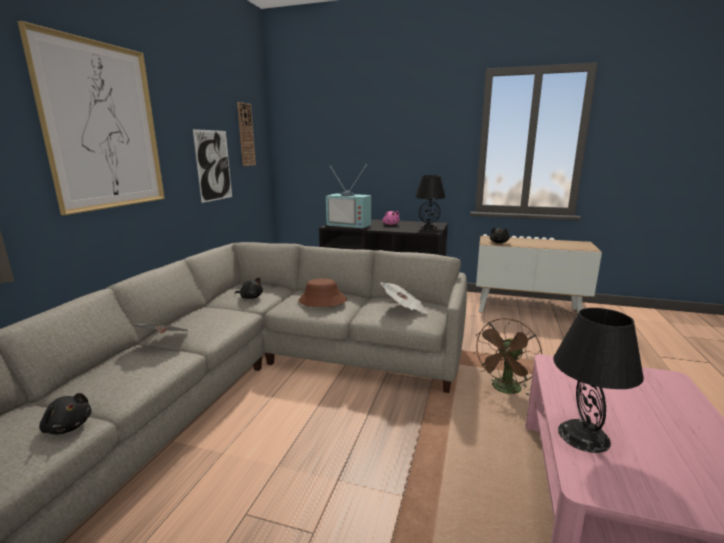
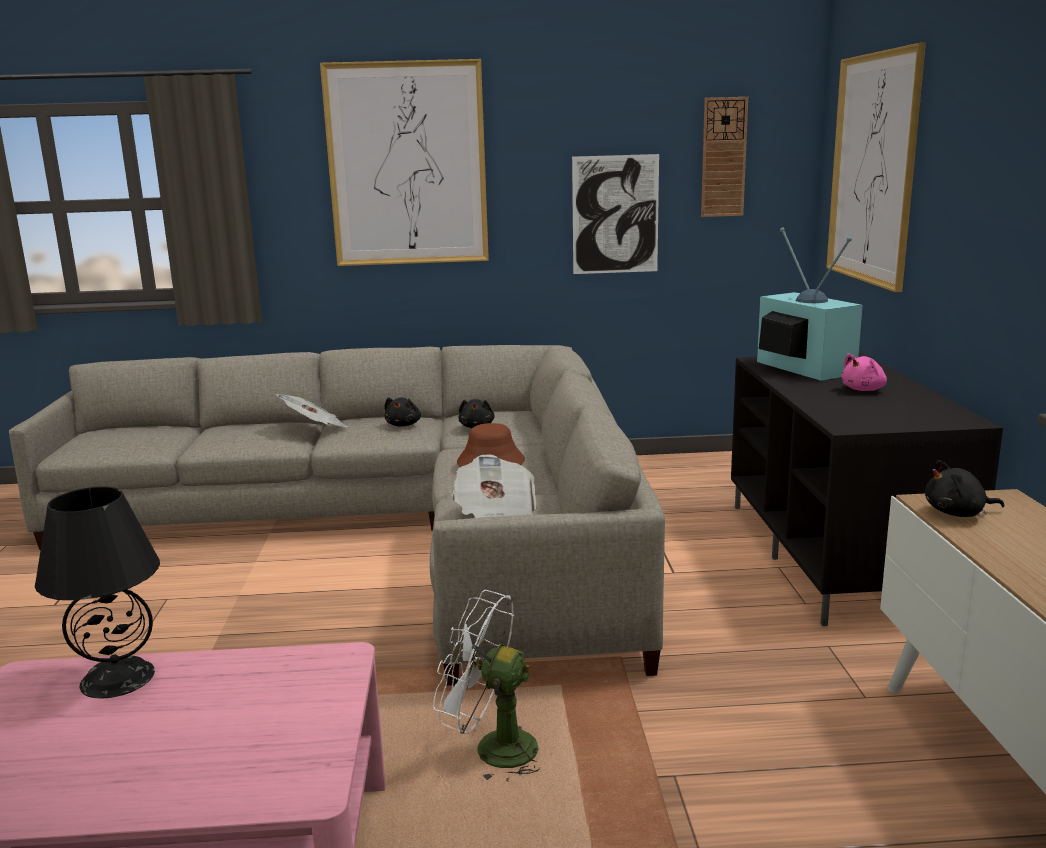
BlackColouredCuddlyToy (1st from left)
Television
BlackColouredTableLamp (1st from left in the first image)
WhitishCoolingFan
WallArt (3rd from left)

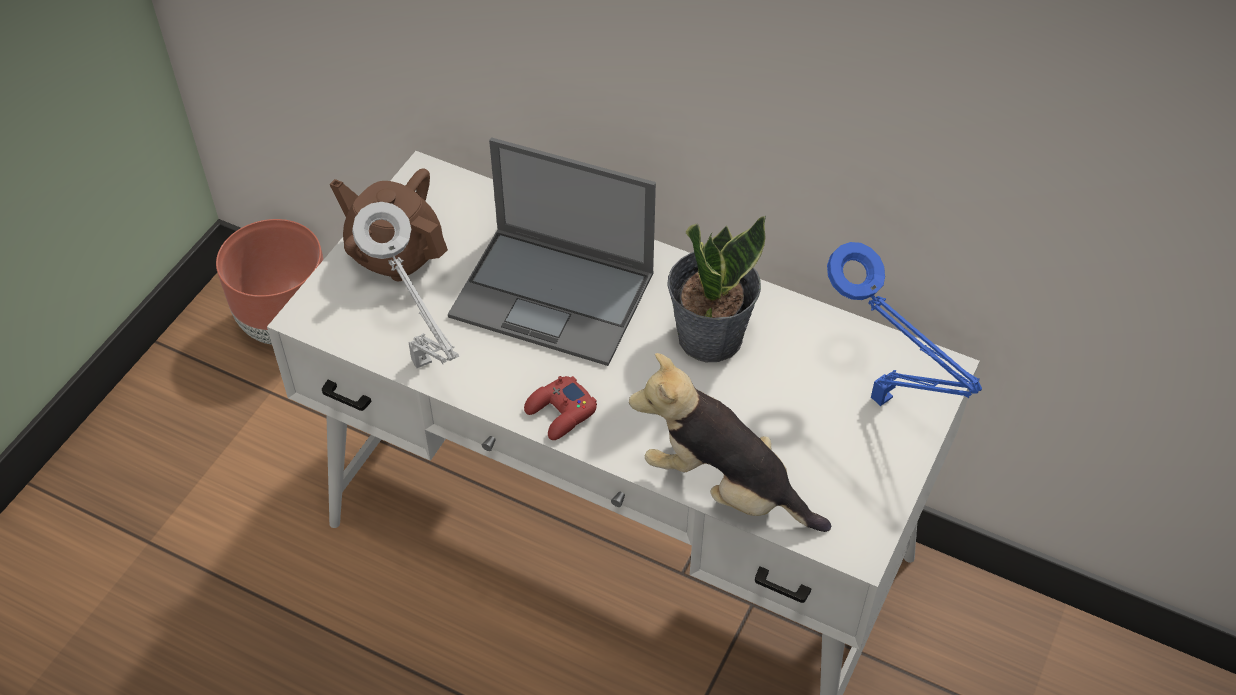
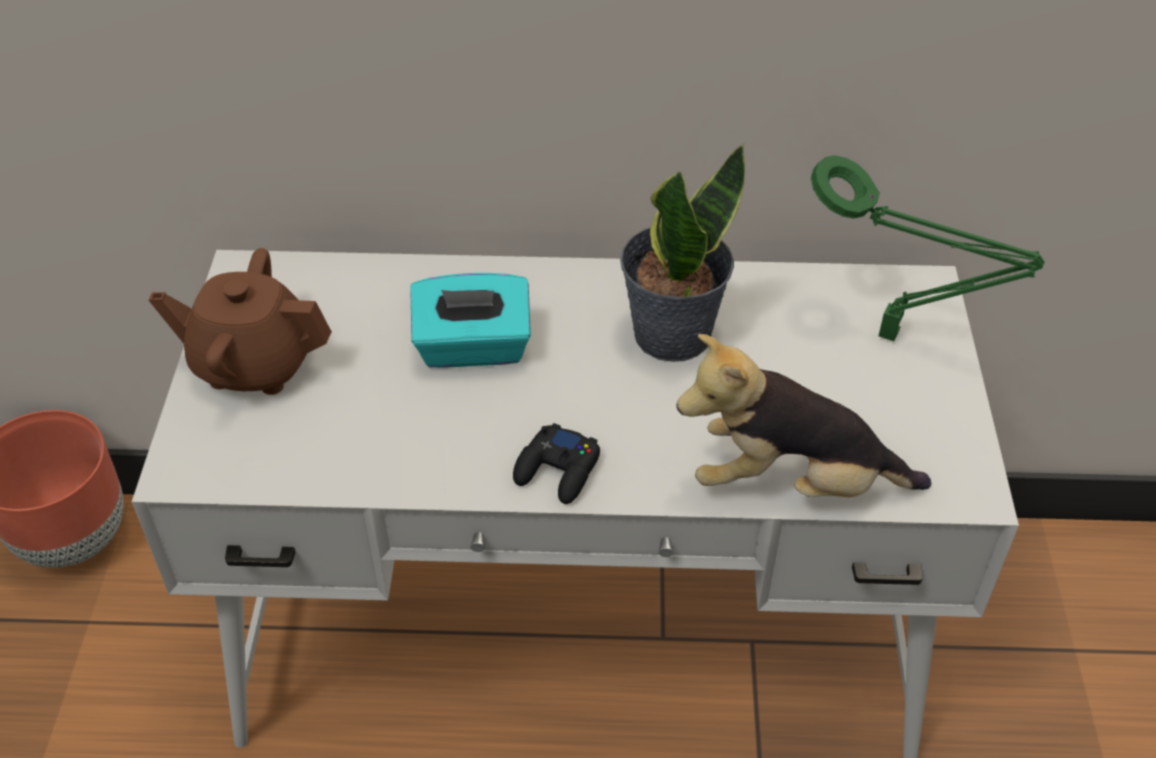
GrayTableLamp
BlueGreenBoxOfTissues
BlackColouredJoypad
GreenTableLamp

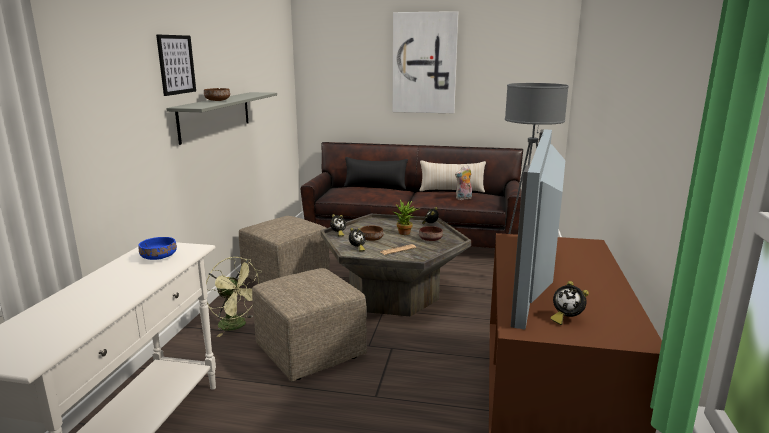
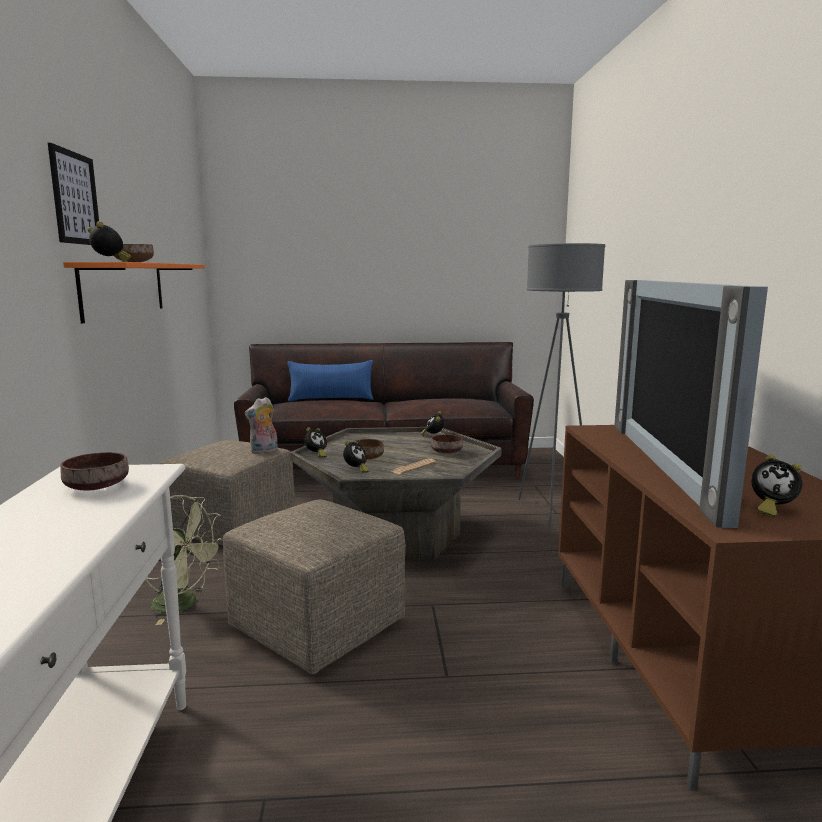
BrownishServingBowl (1st from left)
OrangeBracketShelf
BluishThrowPillow
WallArt (2nd from left in the first image)
Houseplant
BeigeColouredThrowPillow
CuddlyToy
TableClock (1st from left)

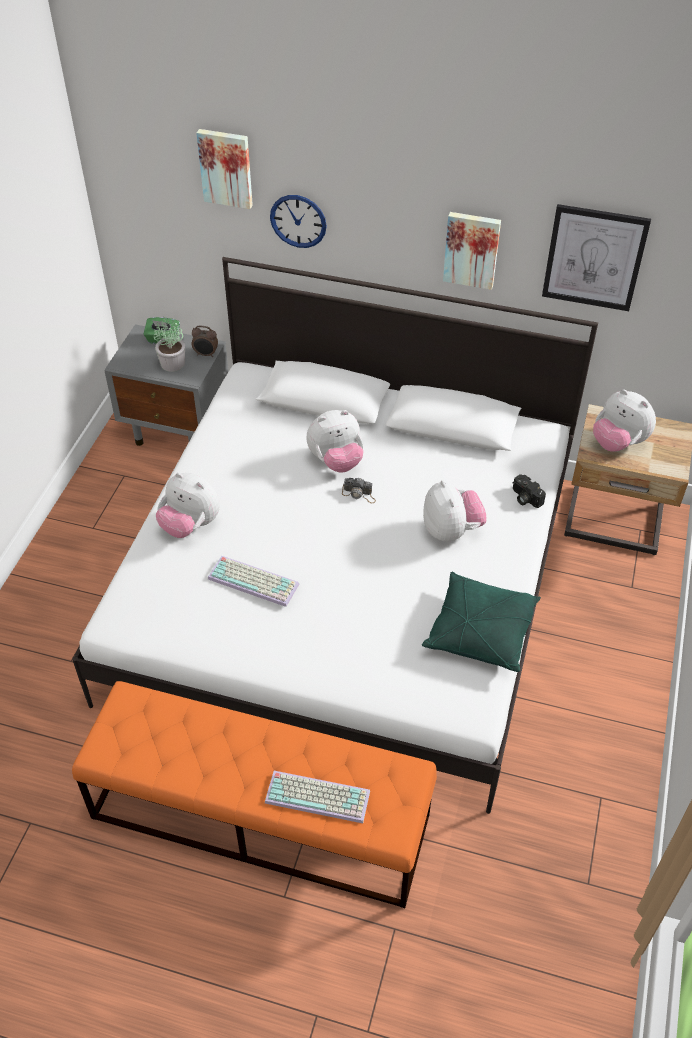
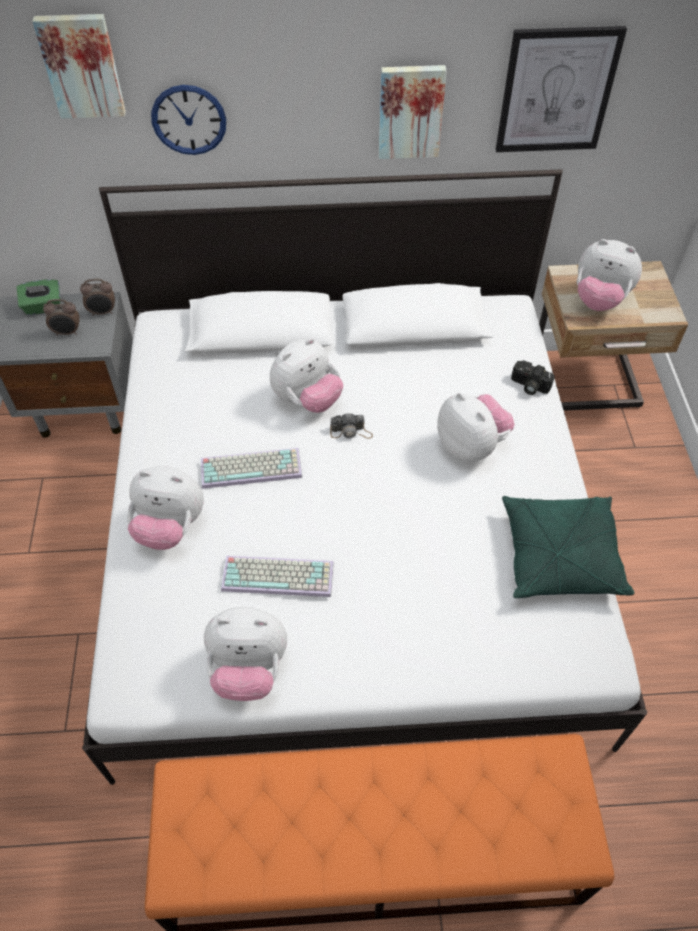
TableClock (1st from left)
Keyboard (1st from left)
CuddlyToy (2nd from left)

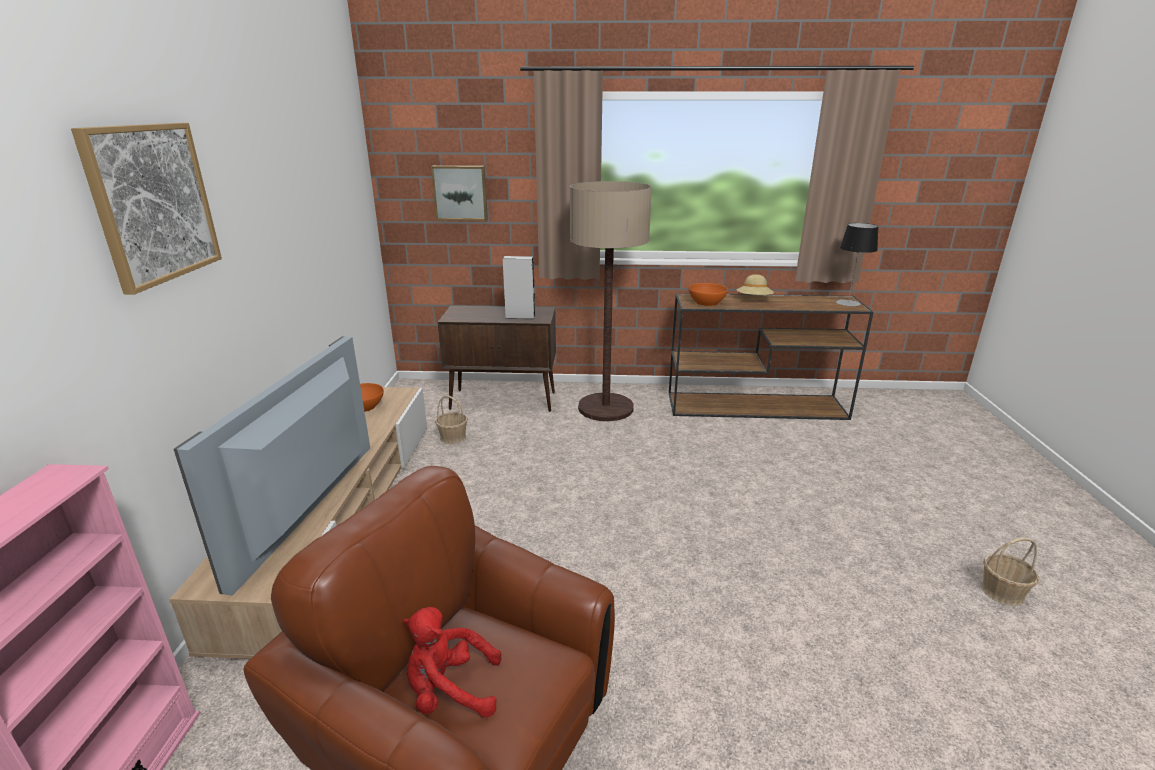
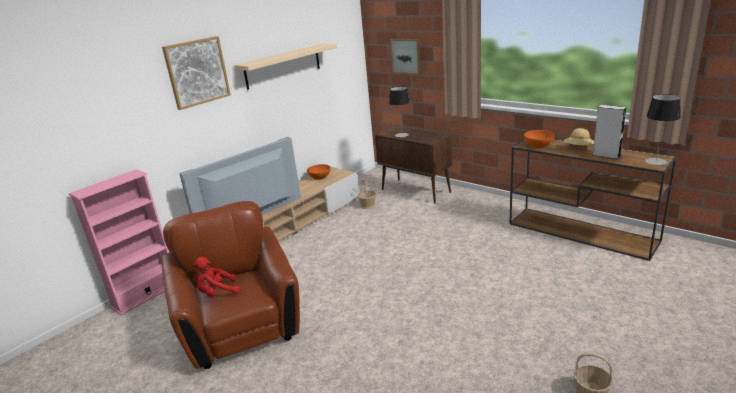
ReddishCuddlyToy
GrayLoudspeaker
StandardLamp
BeigeColouredBracketShelf
TableLamp (1st from left)

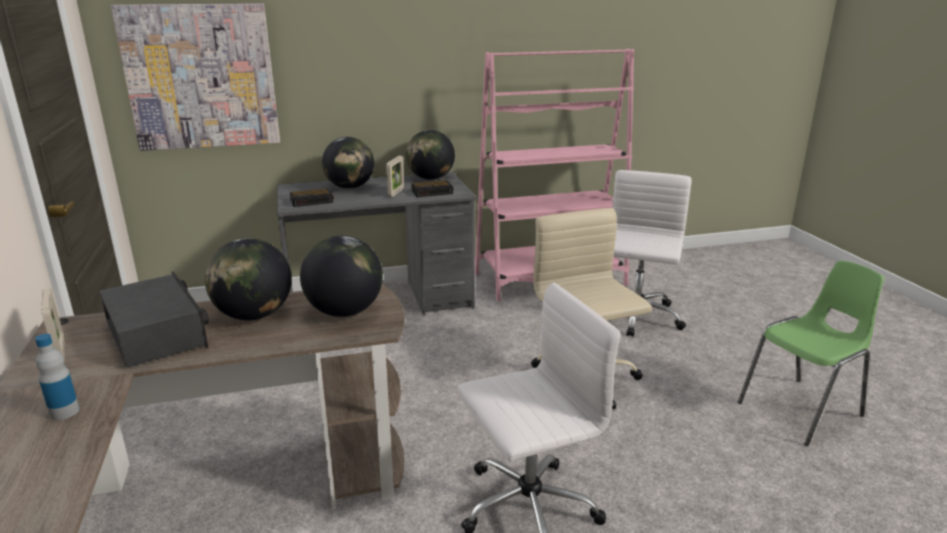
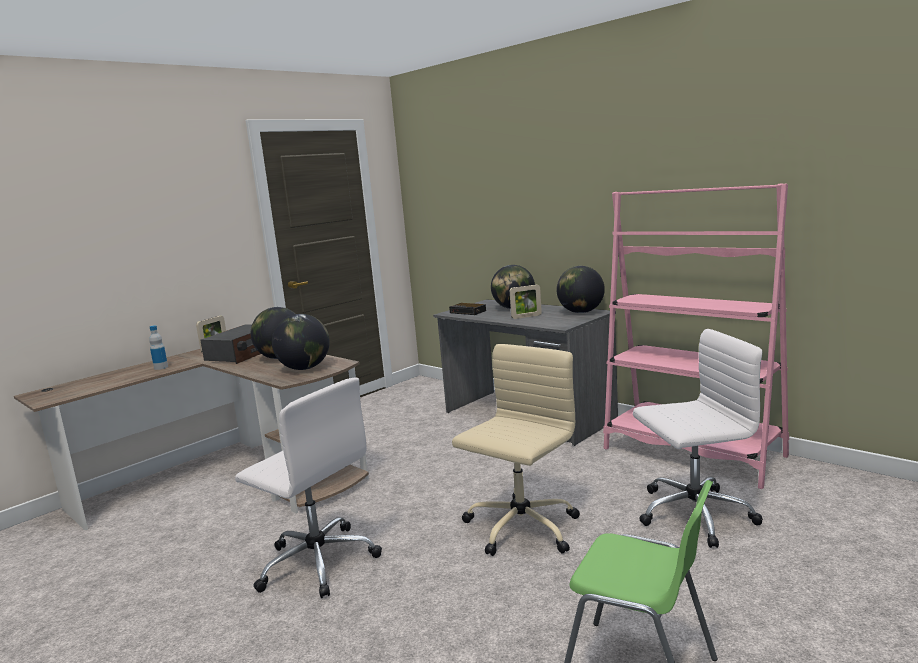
WallArt
TableClock (2nd from left in the first image)

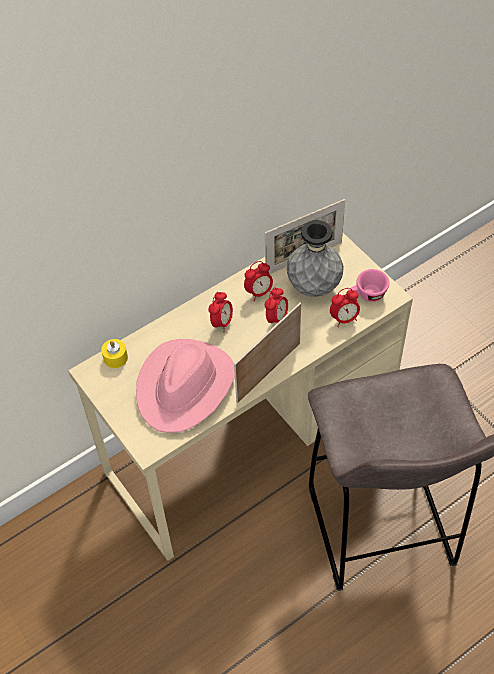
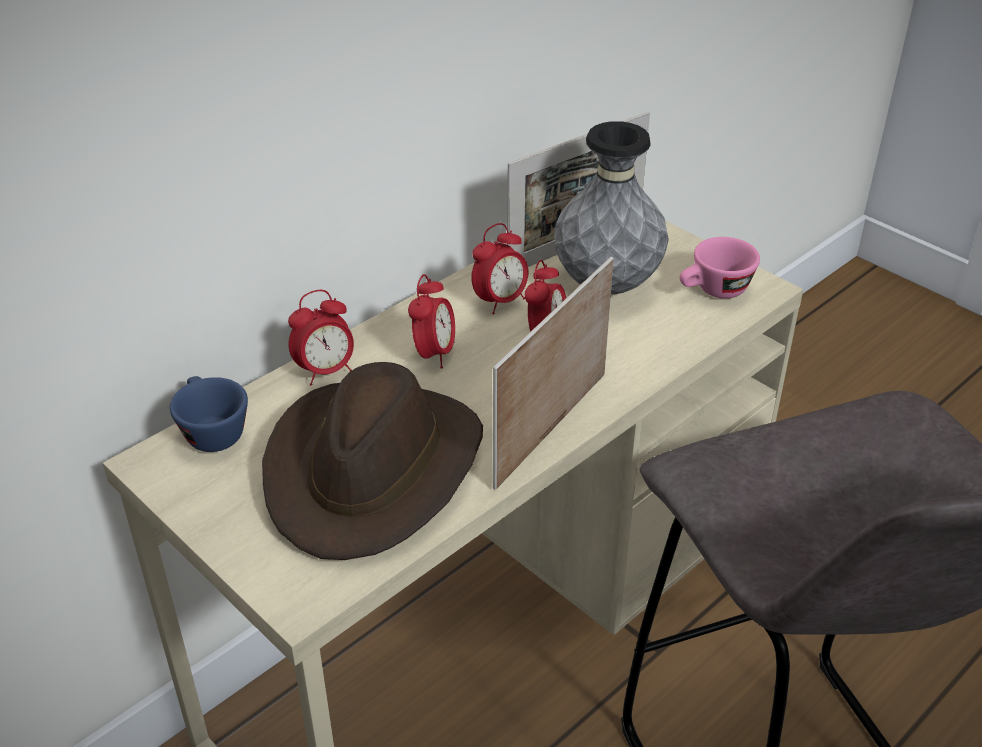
BluishCup
BrownishHat
TableClock (1st from left)

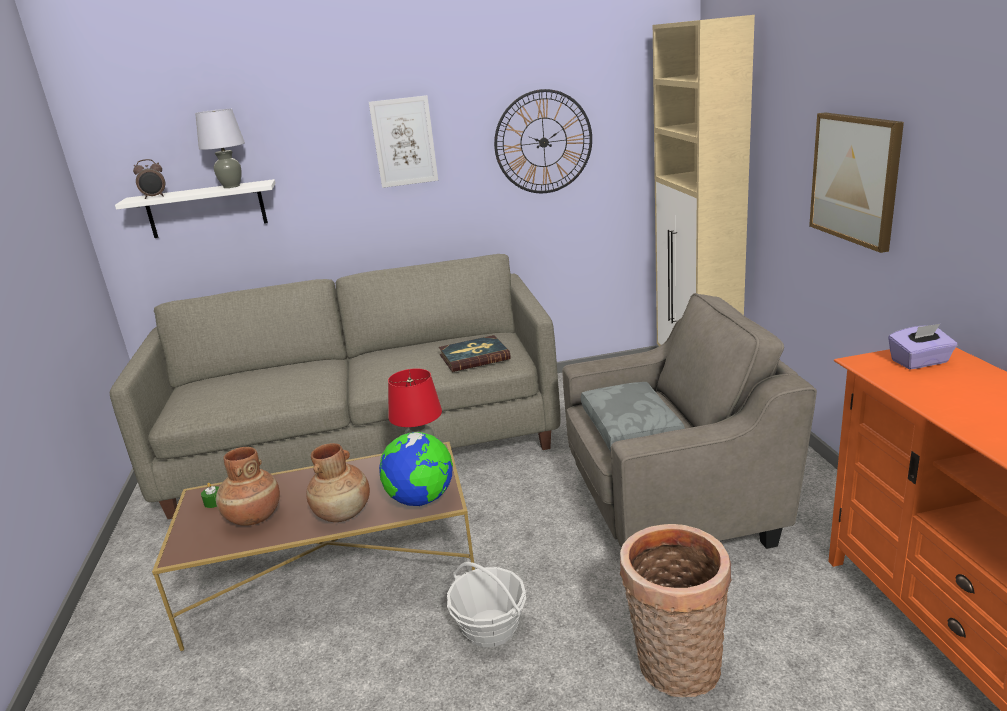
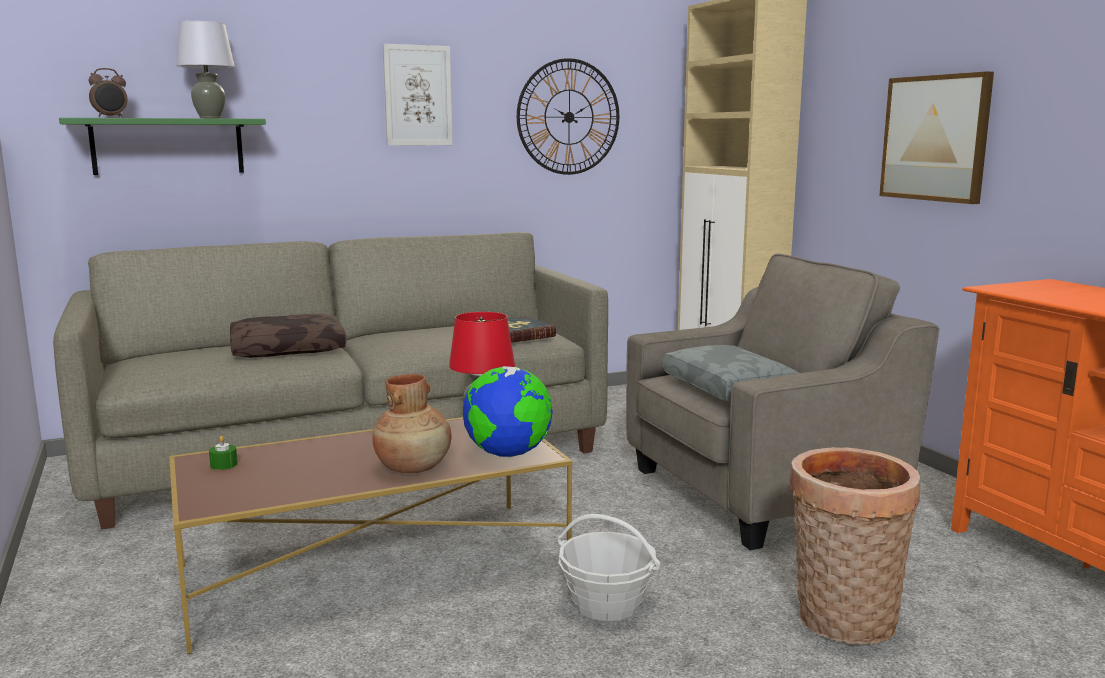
GreenBracketShelf
BrownishVase (1st from left in the first image)
PurplishBoxOfTissues
BrownishThrowPillow

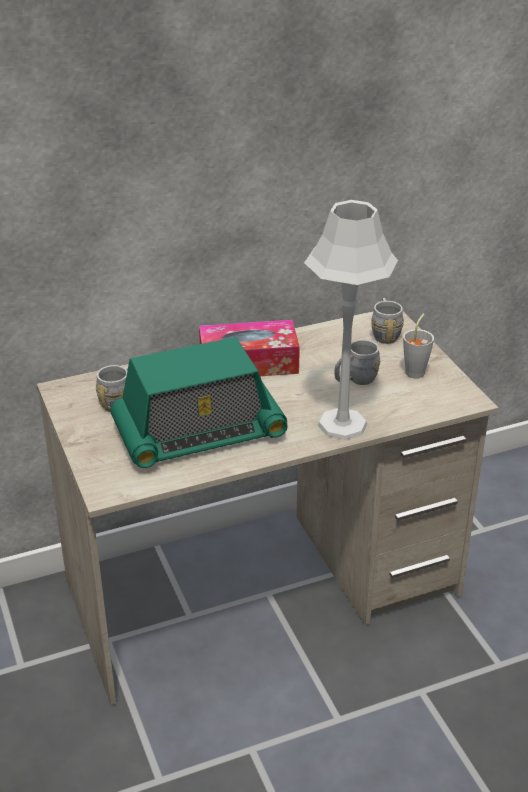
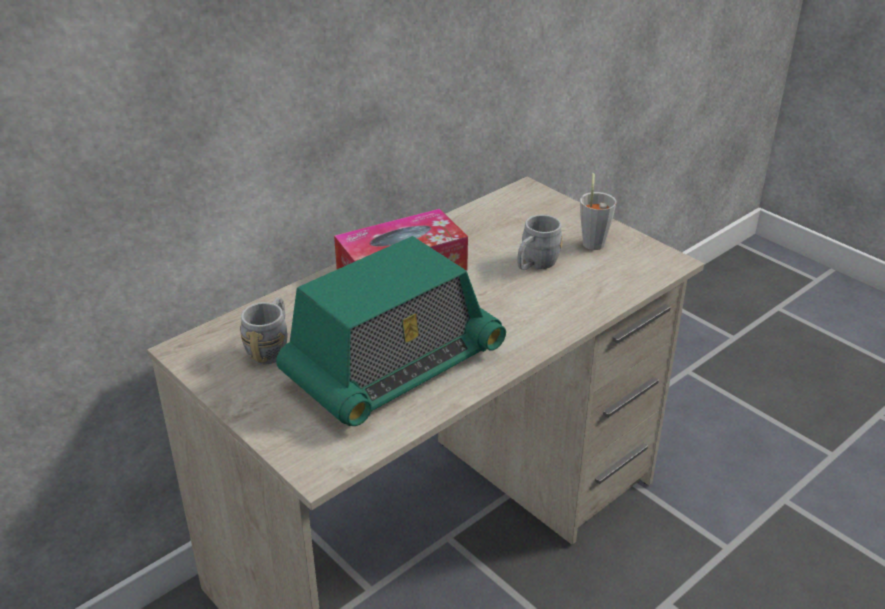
GrayTableLamp
GrayTeaMug (3rd from left in the first image)

